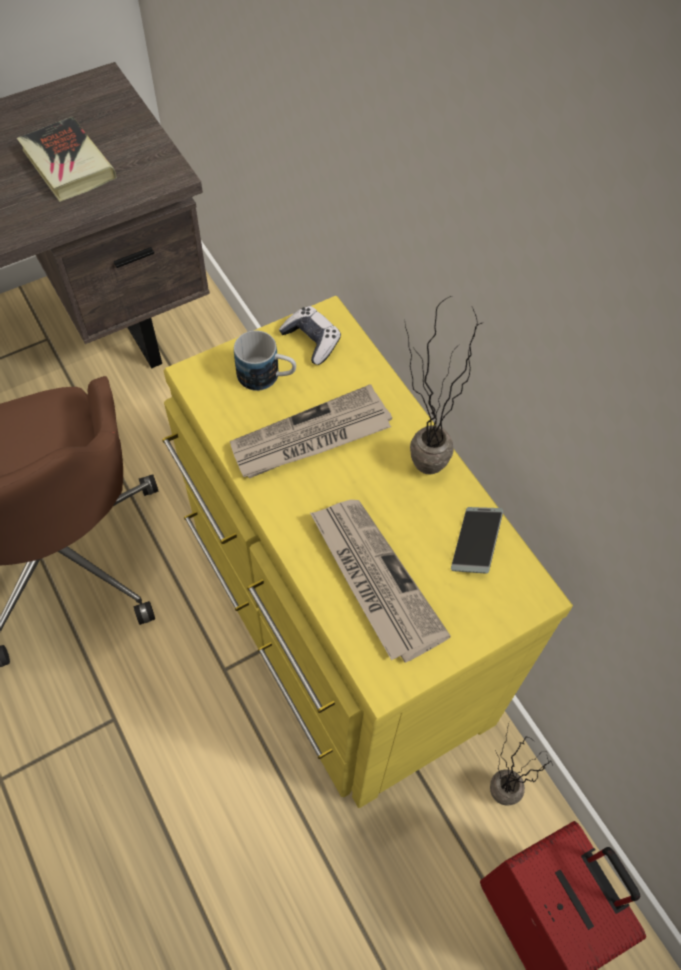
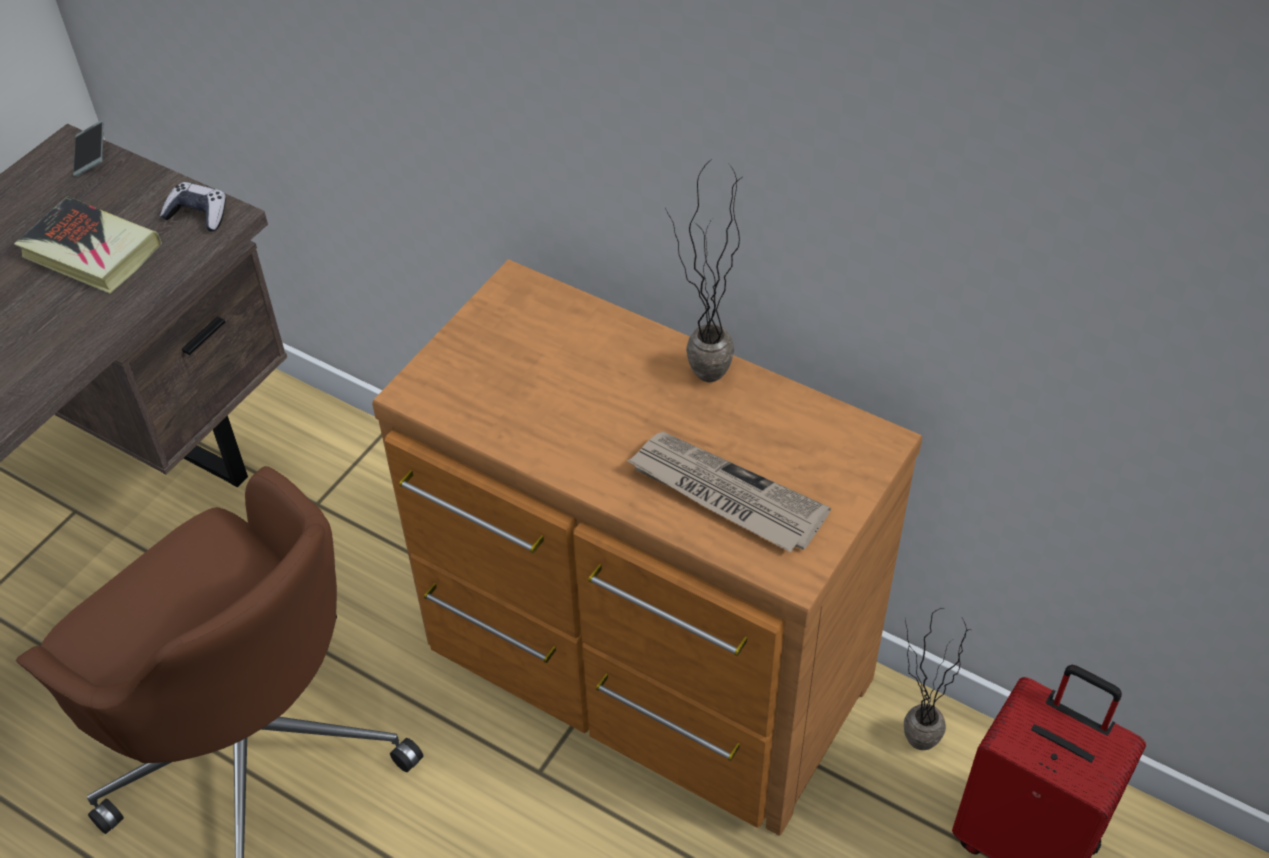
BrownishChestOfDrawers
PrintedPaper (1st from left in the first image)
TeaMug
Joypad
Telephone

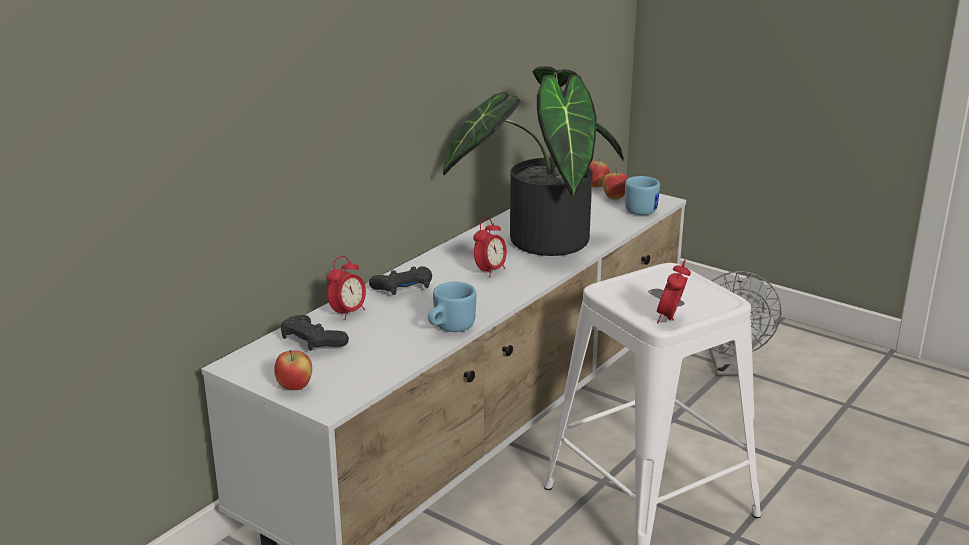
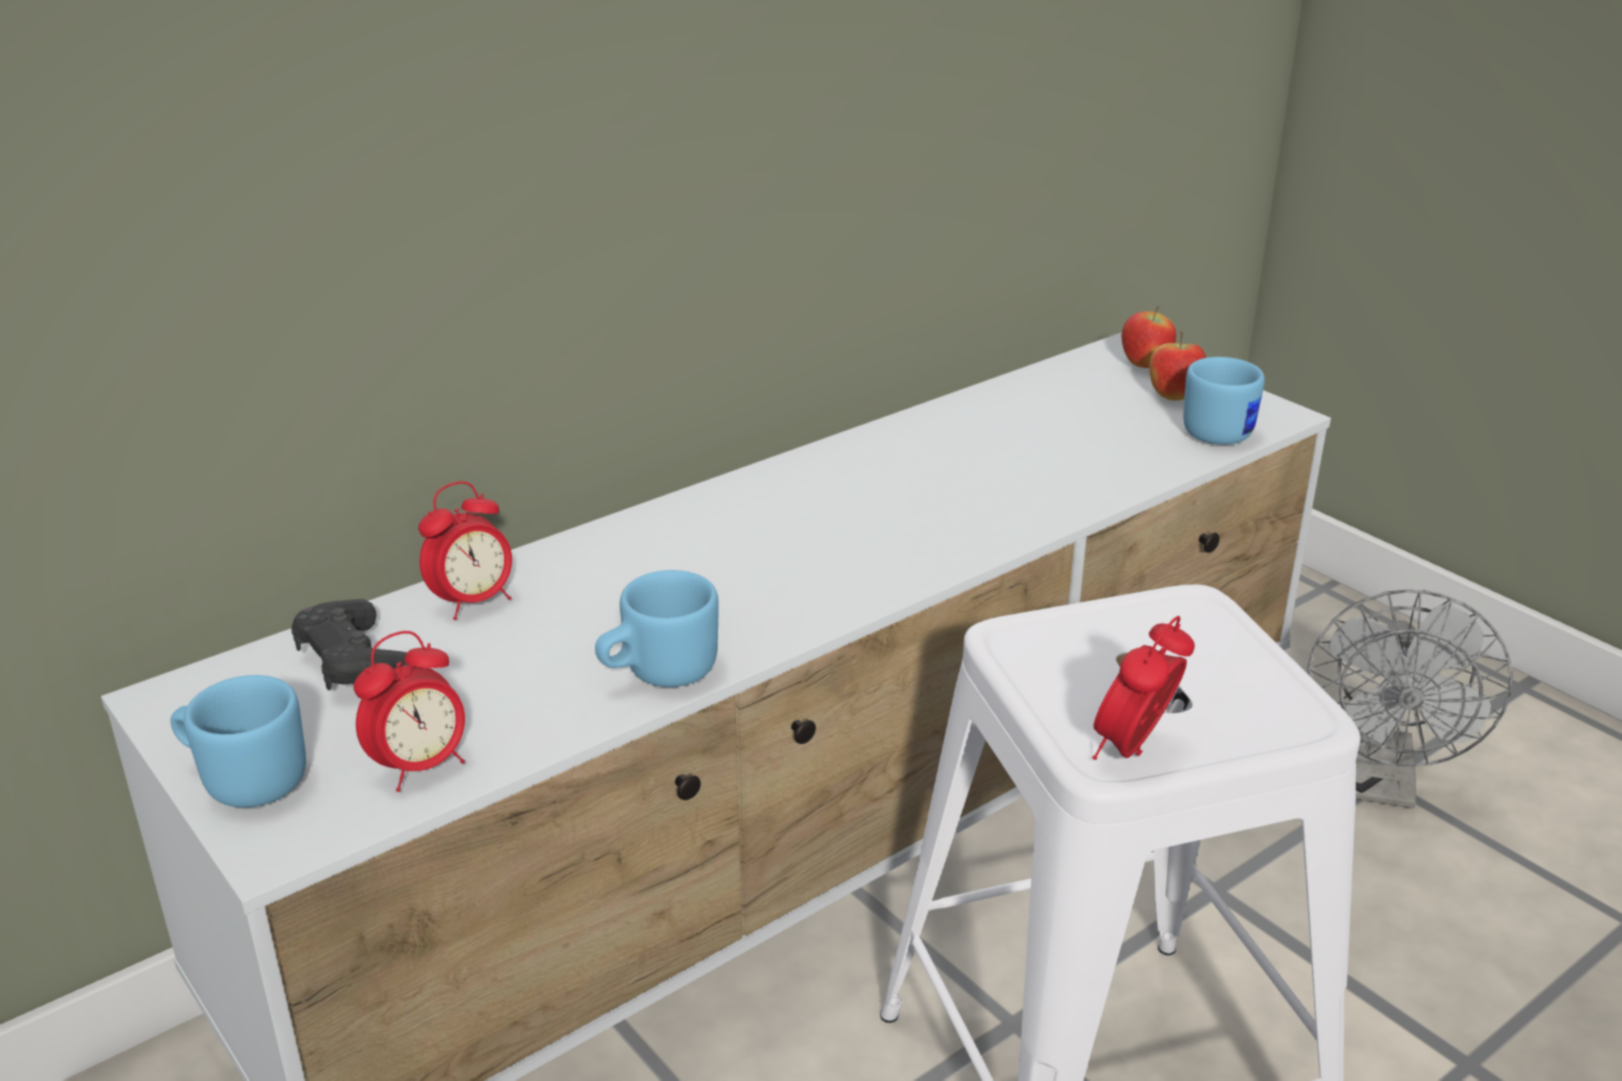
BluishTeaMug (1st from left)
BlackColouredJoypad (2nd from left in the first image)
Houseplant
TableClock (1st from left)

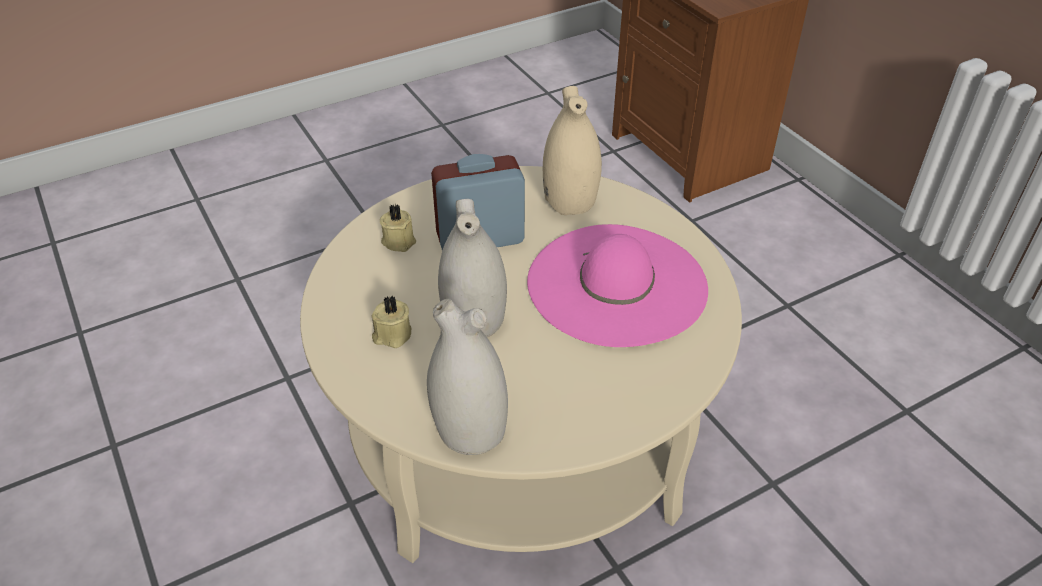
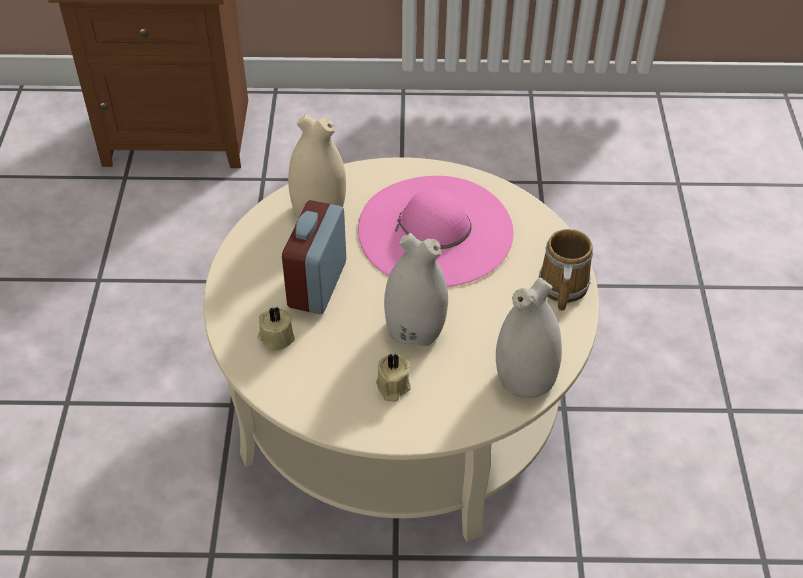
TeaMug

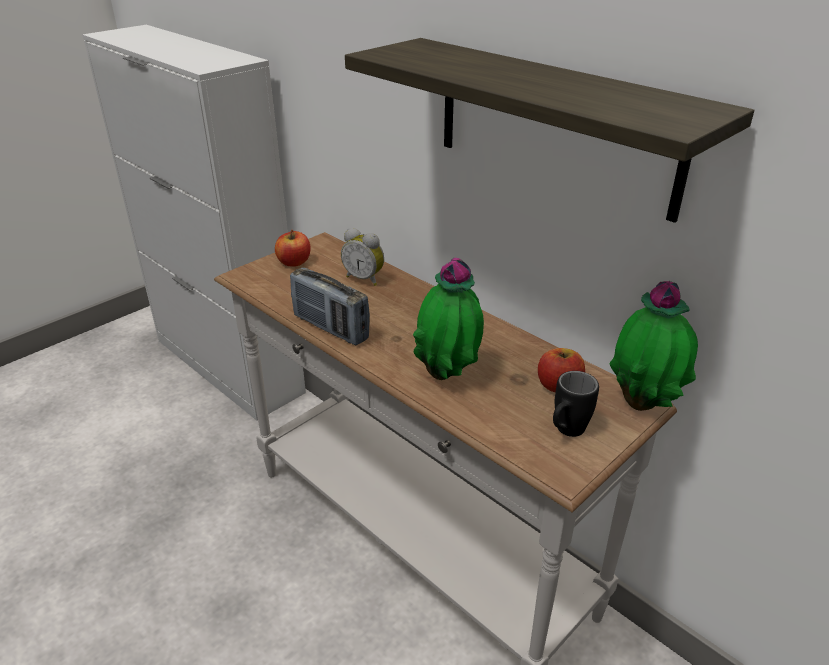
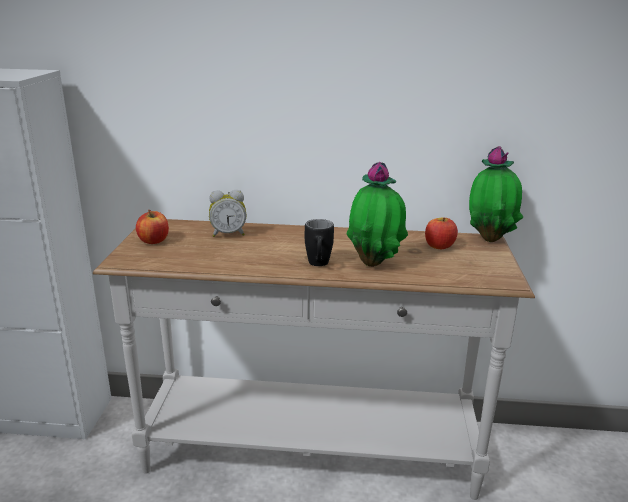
RadioSet
BracketShelf
BlackColouredTeaMug

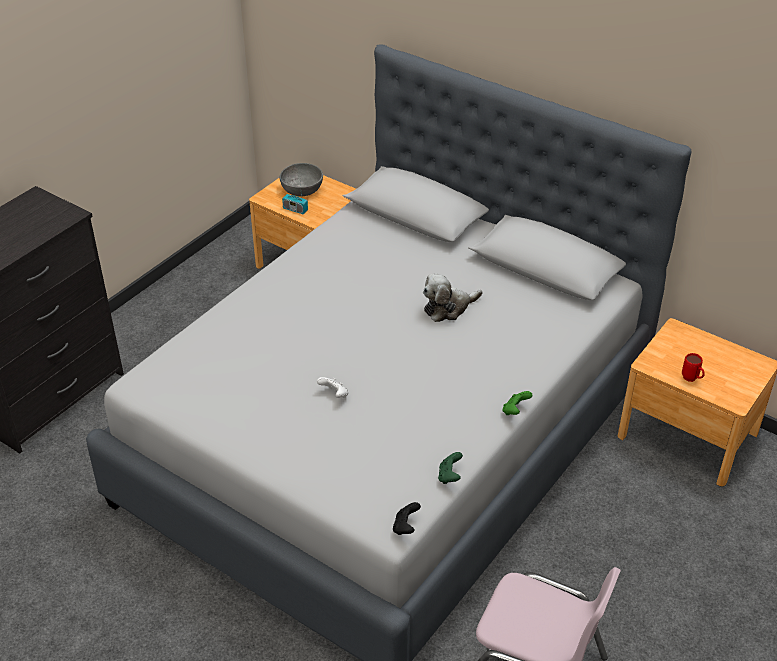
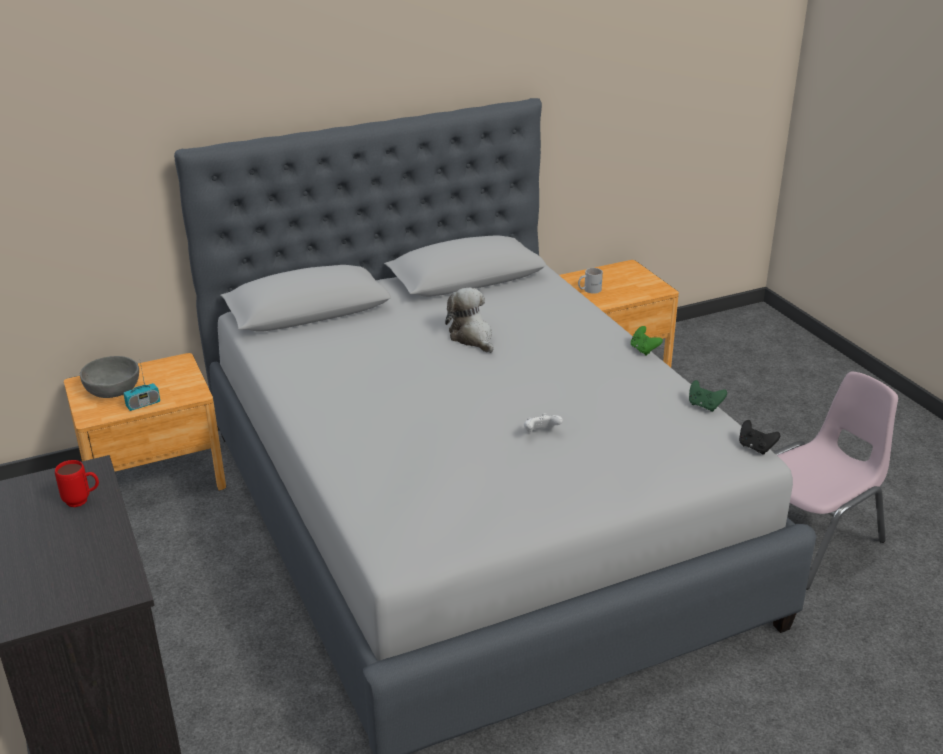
CuddlyToy
ReddishTeaMug
WhitishTeaMug

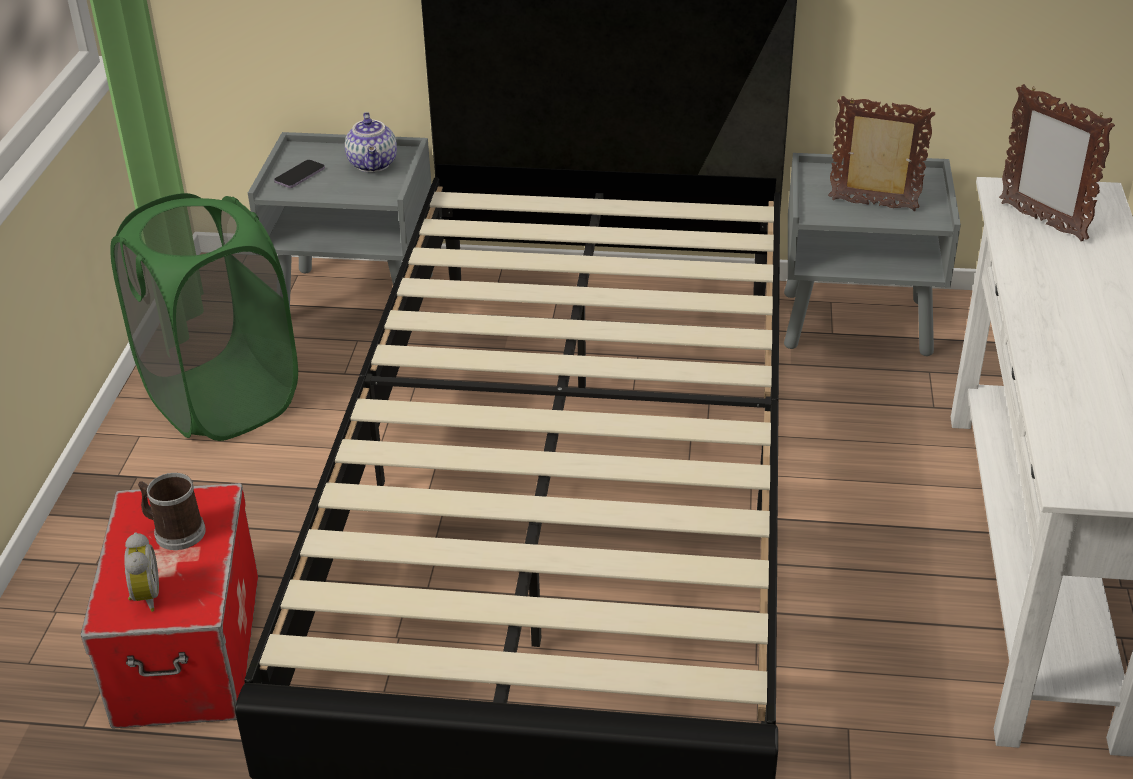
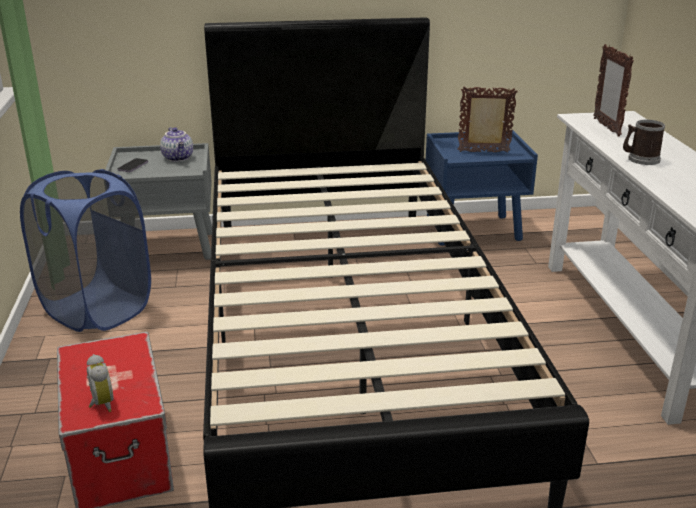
BluishHamper
TeaMug
BluishNightstand
StandingFrame (2nd from left)

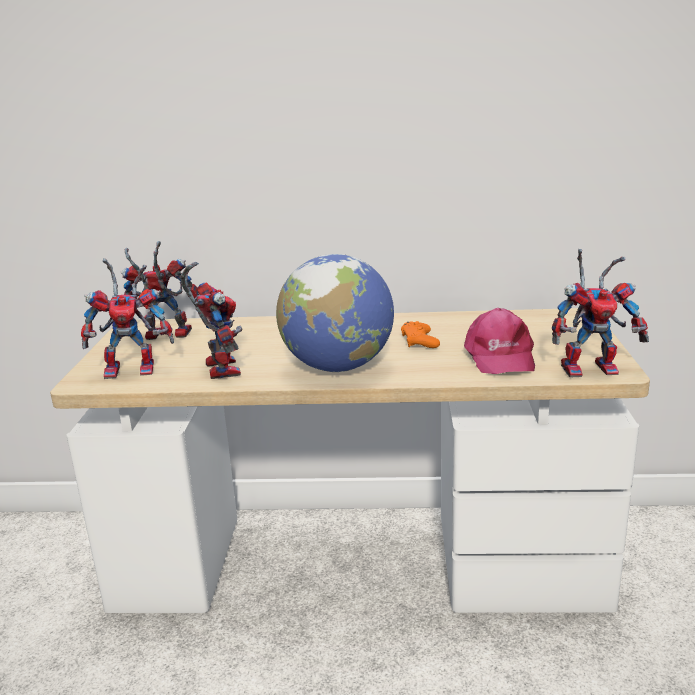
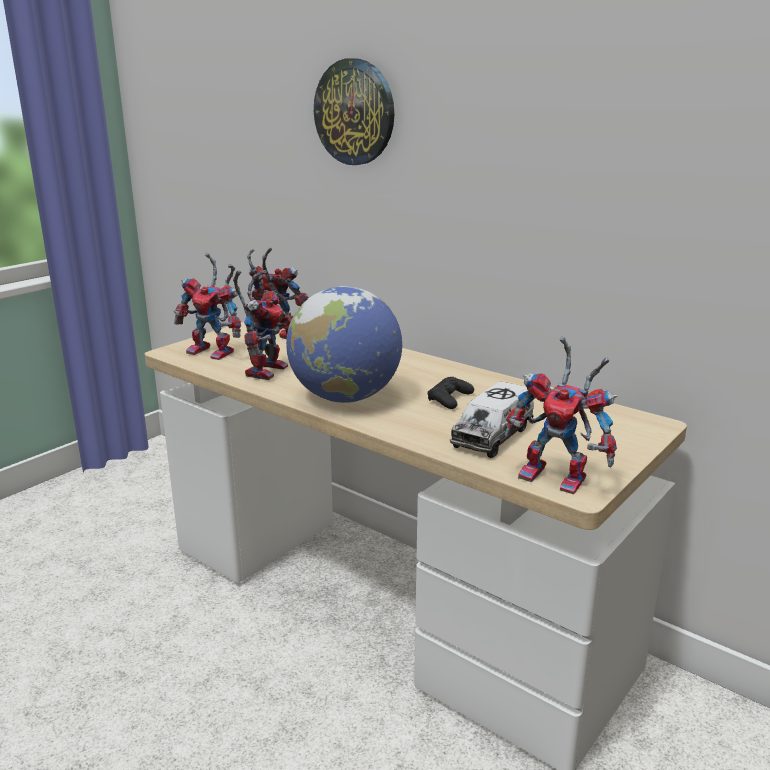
BlackColouredJoypad
ModelTruck
ClockOnTheWall

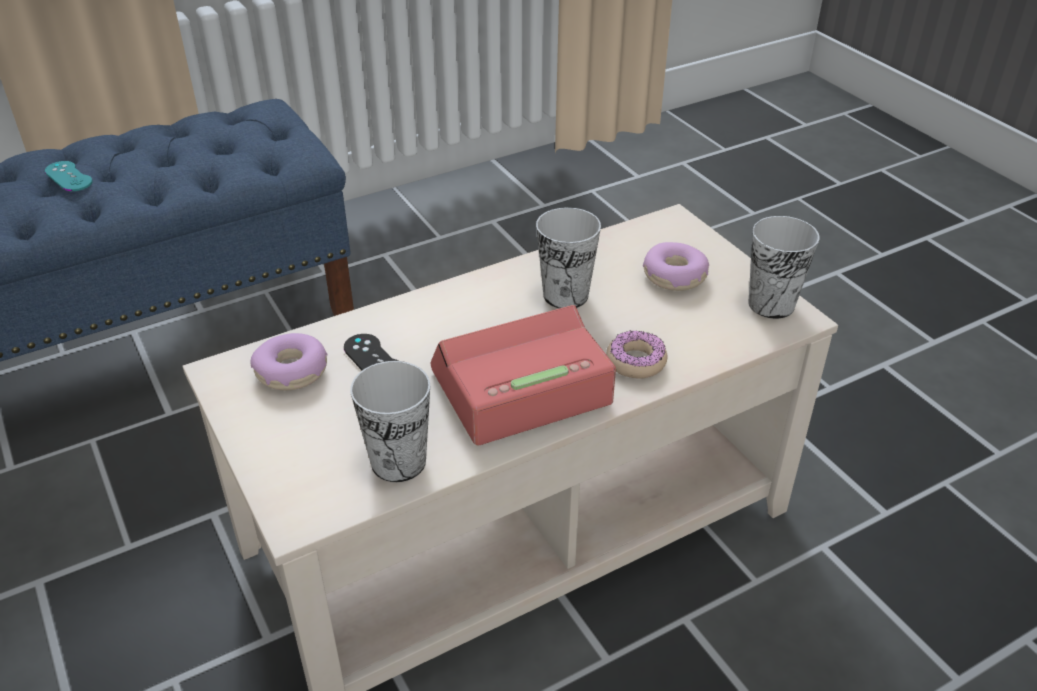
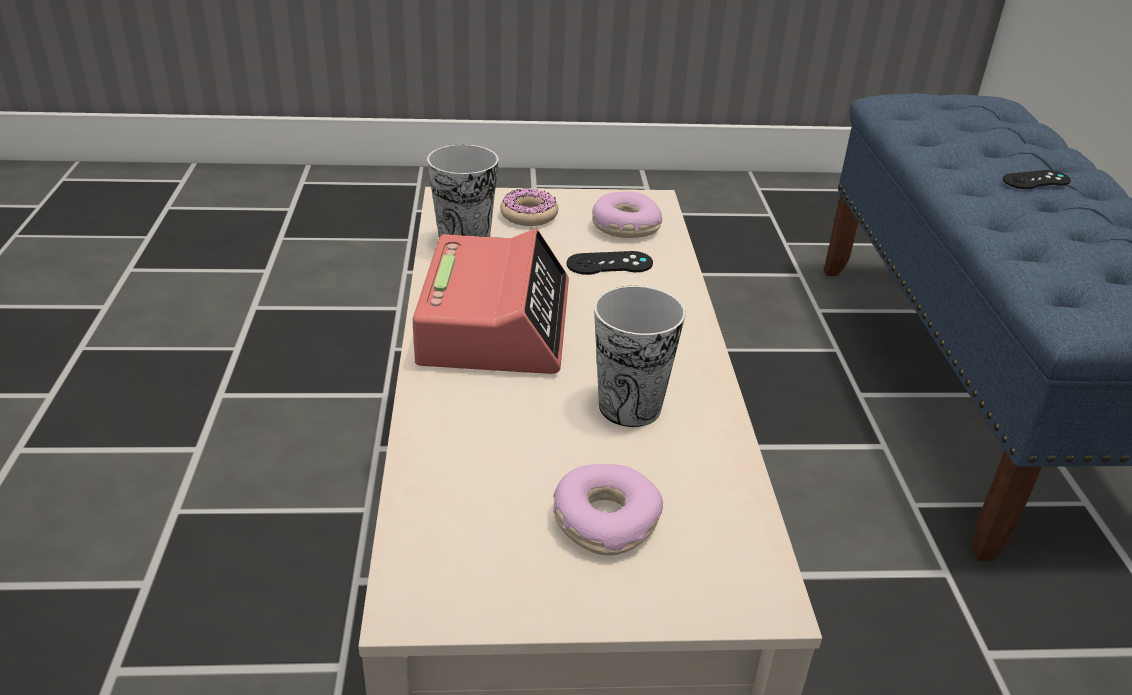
BlackColouredJoypad (2nd from left)
Donut (1st from left)
Cup (3rd from left in the first image)

